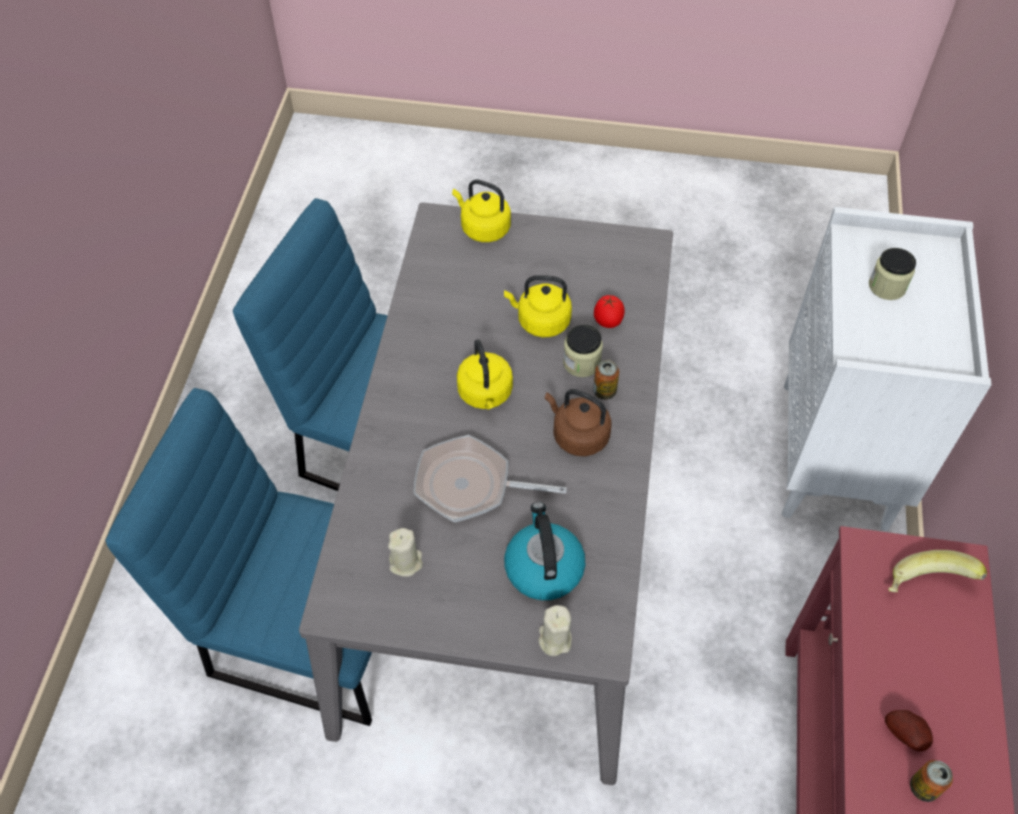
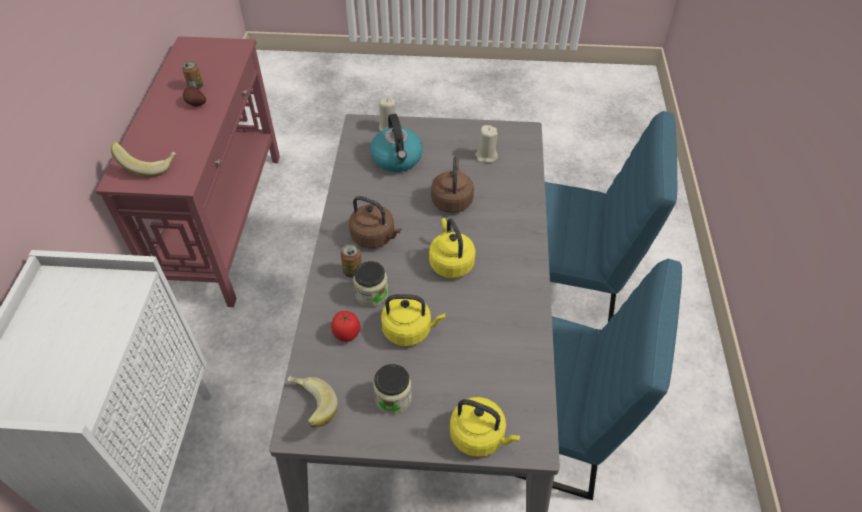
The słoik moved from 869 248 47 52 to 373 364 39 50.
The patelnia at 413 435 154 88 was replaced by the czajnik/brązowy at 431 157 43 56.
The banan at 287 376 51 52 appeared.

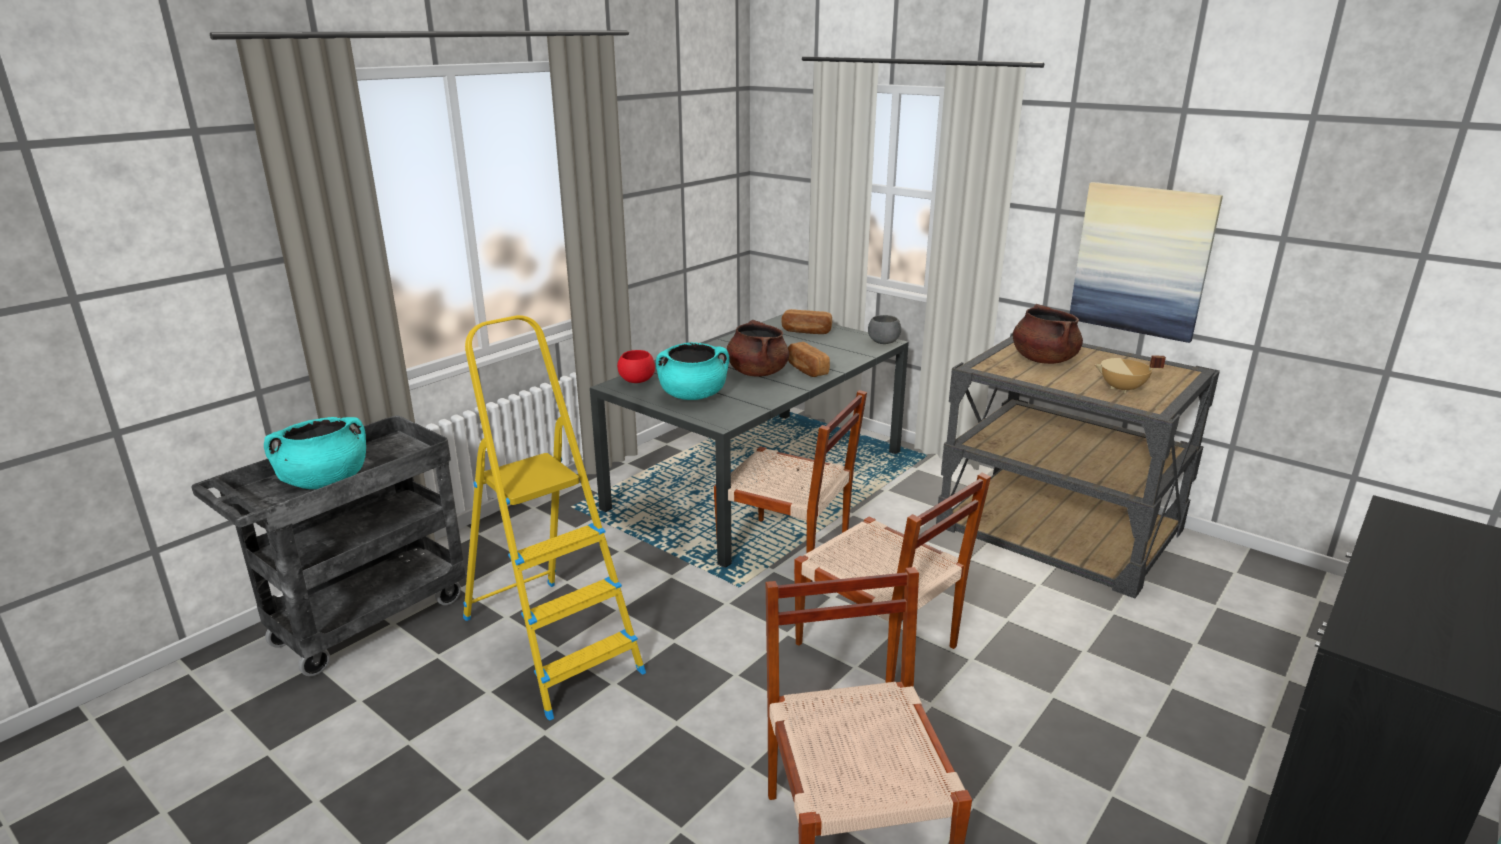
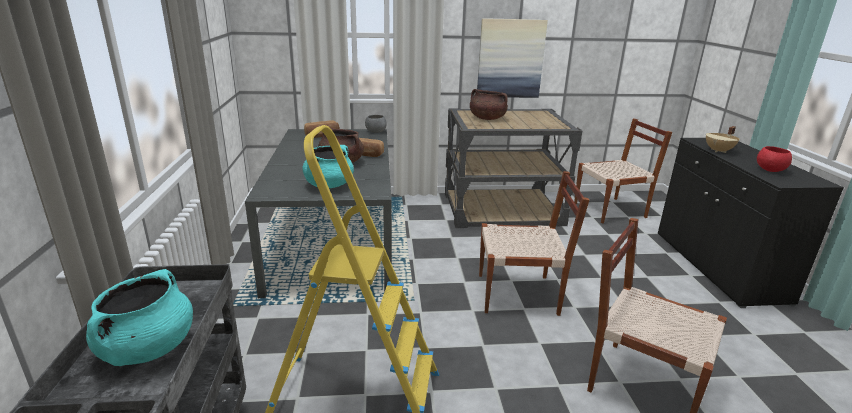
The miska/czerwony moved from 617 350 38 33 to 757 146 35 26.
The garnek/beżowy moved from 1095 355 71 38 to 706 126 33 27.
The krzesło moved from 714 390 153 192 to 574 119 98 104.

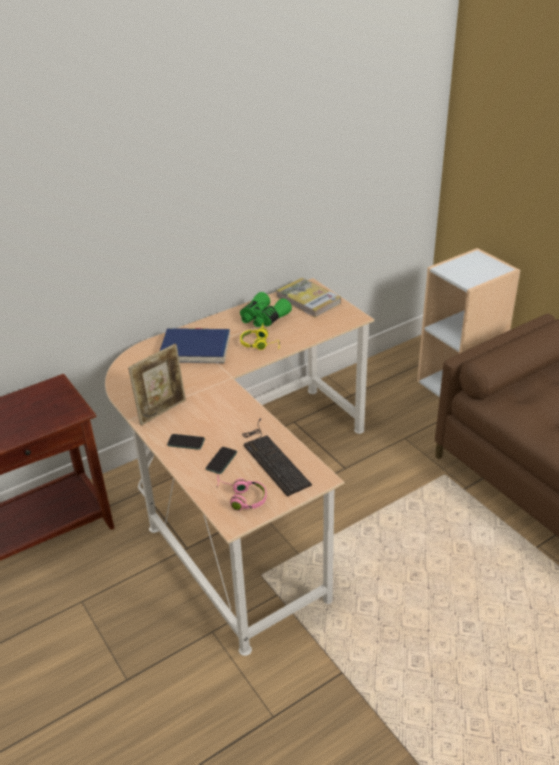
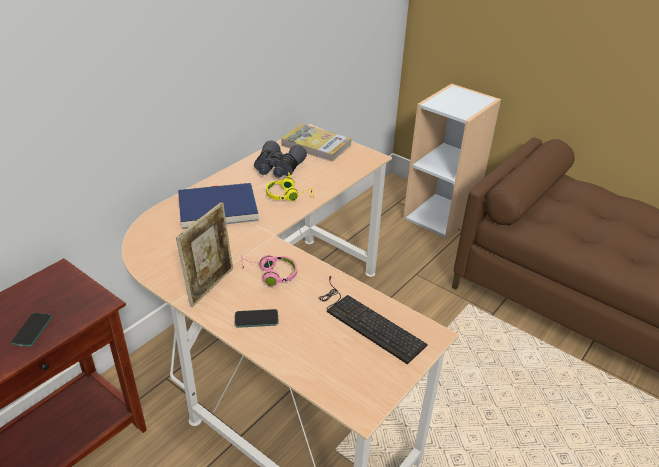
The lornetka/zielony at 240 292 52 35 became the lornetka/szary at 254 140 53 38.
The telefon moved from 206 447 31 27 to 11 313 41 34.
The słuchawki/różowy moved from 216 475 51 36 to 241 255 56 31.

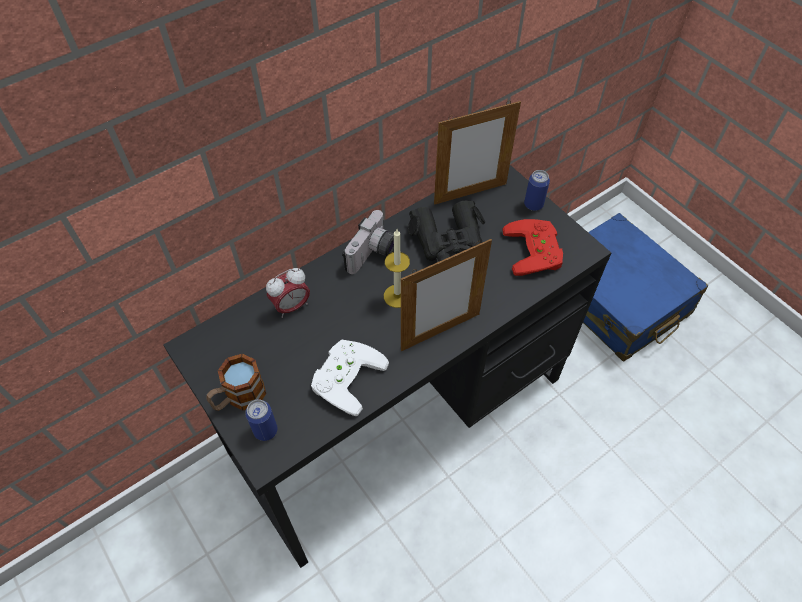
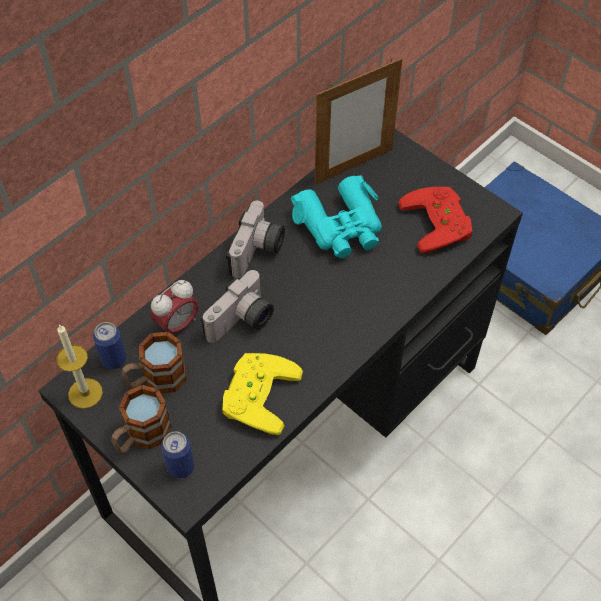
The puszka moved from 524 170 26 41 to 93 322 34 47.
The lornetka/czarny at 408 201 77 61 became the lornetka/turkusowy at 291 175 91 83.
The świeca moved from 384 229 26 79 to 57 324 46 85.
The ramka na zdjęcie at 401 239 91 112 disappeared.
The pad do gier/biały at 311 340 78 76 became the pad do gier/żółty at 222 353 81 82.
The aparat fotograficzny at 201 270 73 73 appeared.
The kubek at 122 332 65 61 appeared.

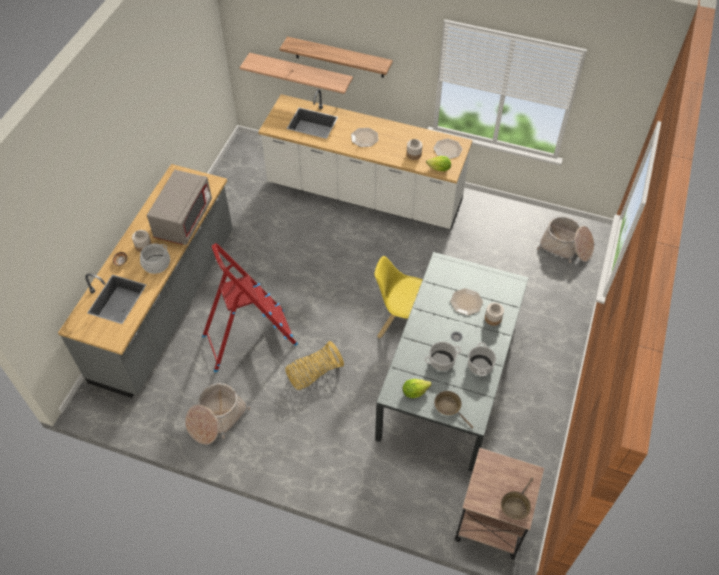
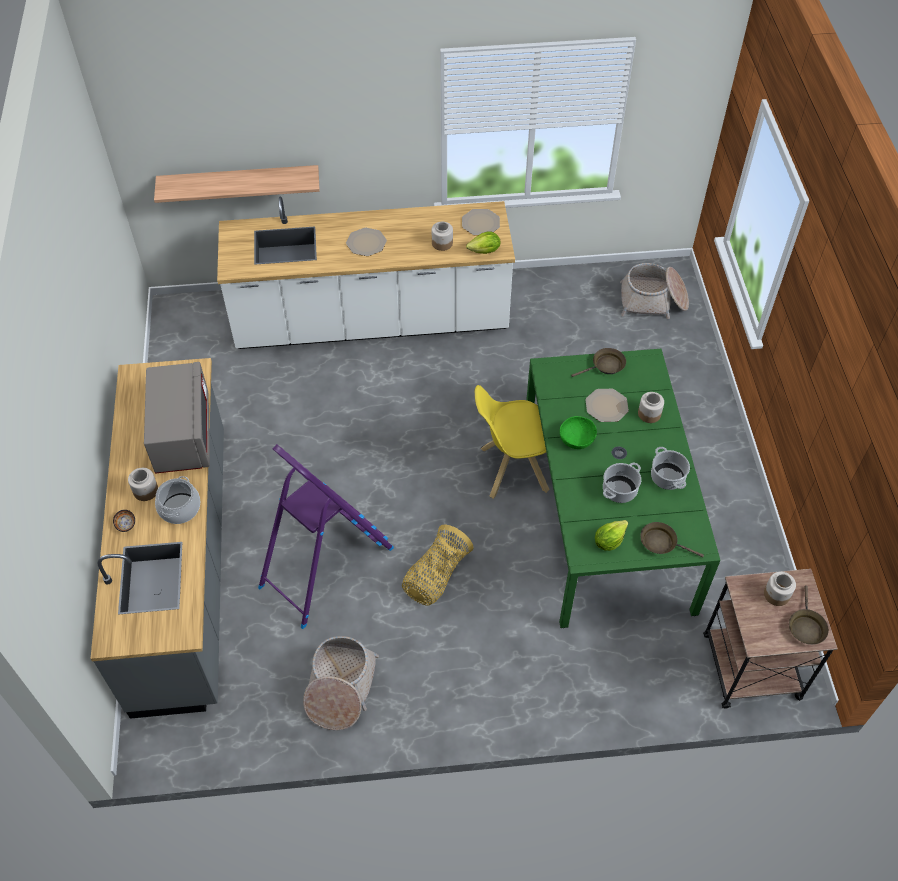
The półka at 280 37 113 41 disappeared.
The drabinka/czerwony at 202 243 96 129 became the drabinka/fioletowy at 258 444 136 185.
The stół jadalny/szary at 375 252 154 220 became the stół jadalny/zielony at 526 349 194 279.
The patelnia/brązowy at 571 348 55 29 appeared.
The miska/zielony at 560 416 37 33 appeared.
The słoik at 764 572 32 34 appeared.

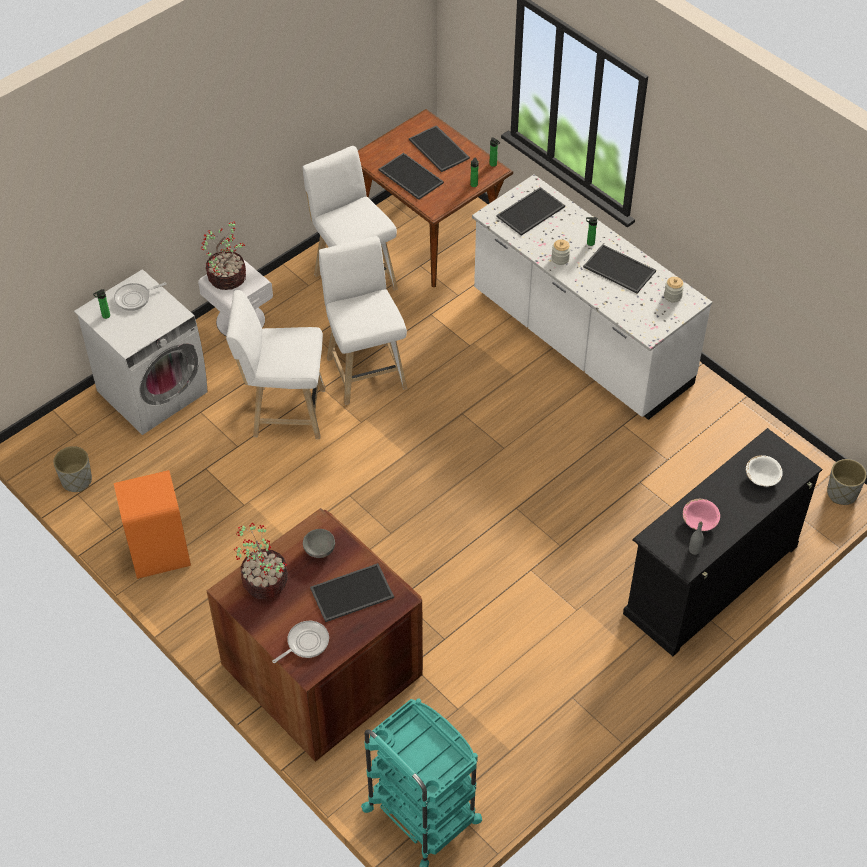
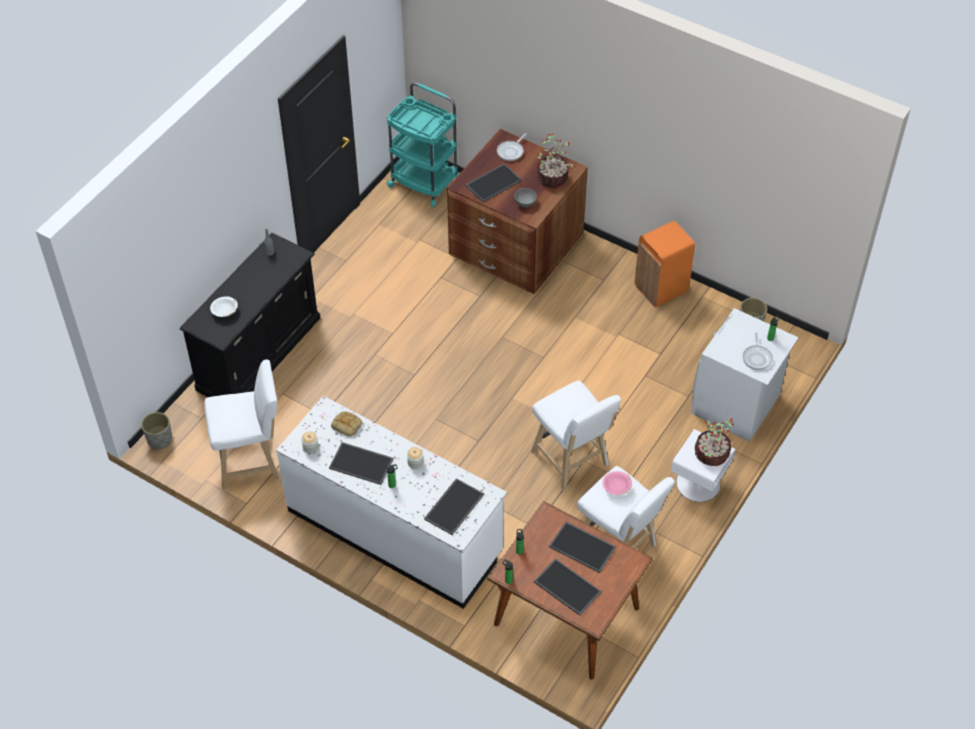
The patelnia at 114 282 52 29 turned 135 degrees clockwise.
The stołek/biały moved from 226 290 99 149 to 204 360 75 130.
The miska/różowy moved from 683 499 37 32 to 602 471 30 24.
The chleb at 331 411 32 26 appeared.

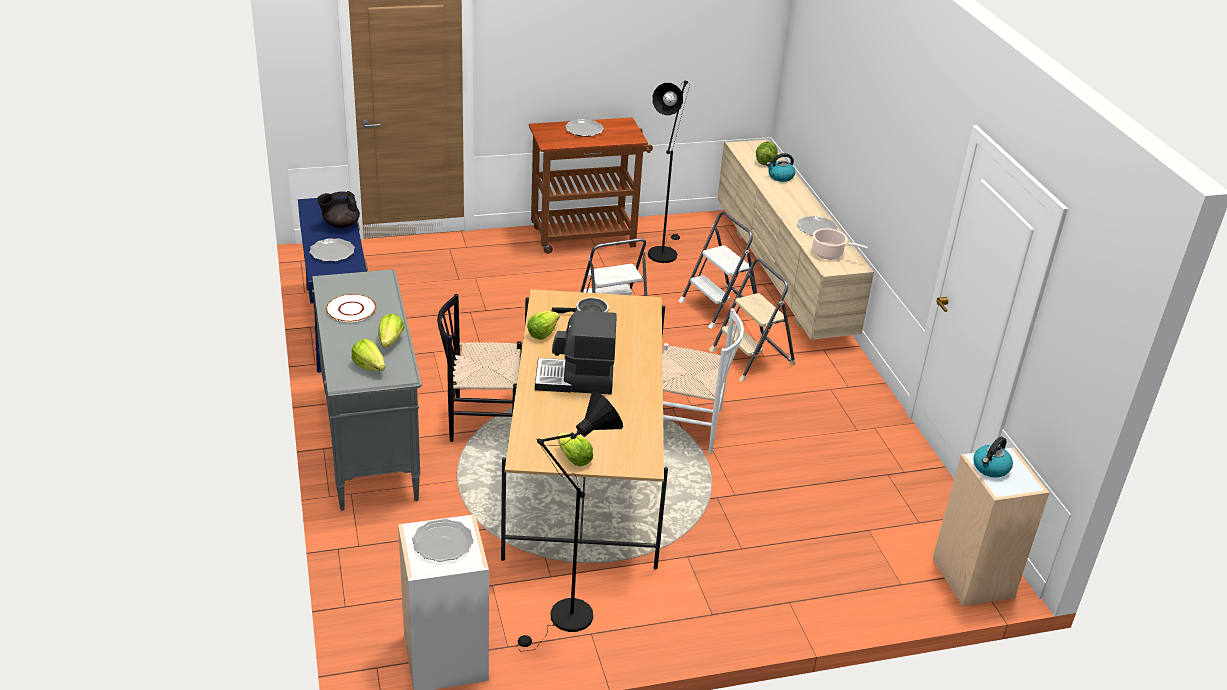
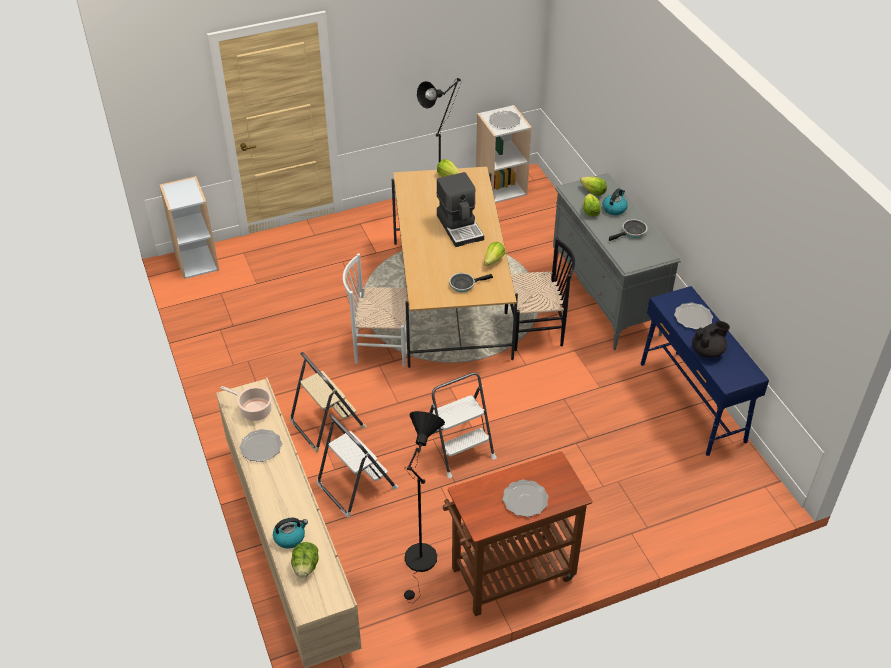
The talerz/biały at 326 294 50 28 was replaced by the patelnia at 609 219 38 22.
The ekspres do kawy at 535 311 82 83 turned 75 degrees clockwise.
The czajnik moved from 973 437 40 41 to 603 188 25 27.

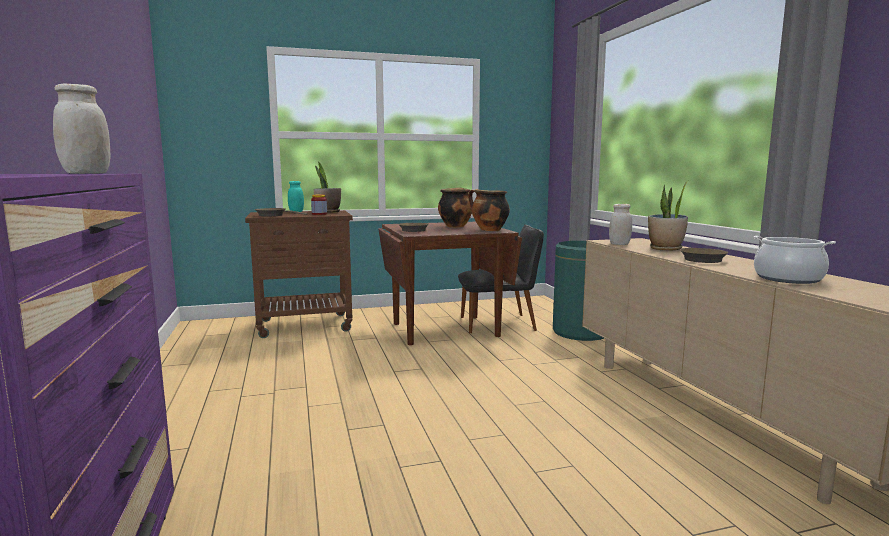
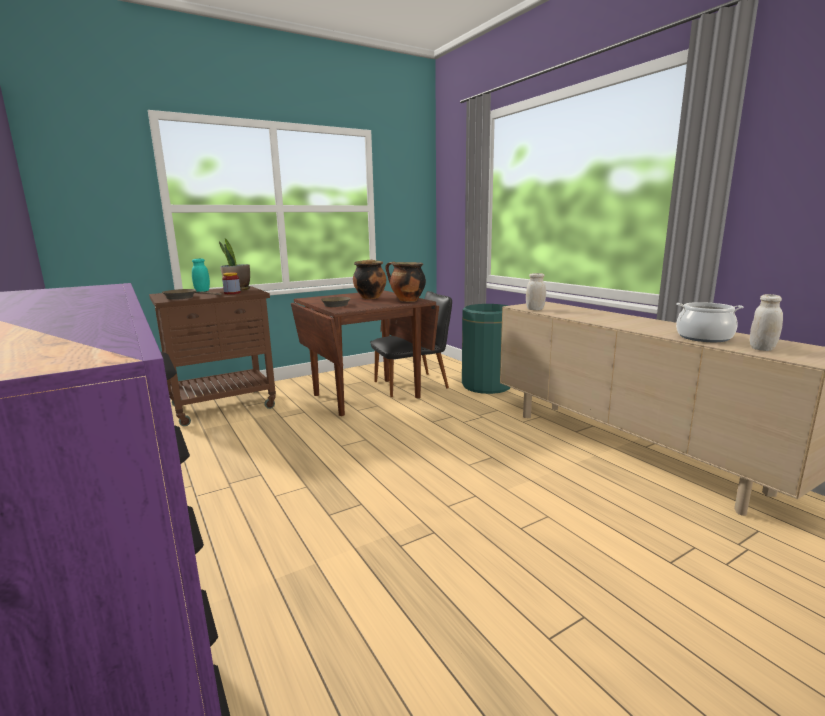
The słoik/biały moved from 53 83 58 91 to 750 294 33 57.
The roślina doniczkowa at 648 180 41 71 disappeared.
The patelnia/brązowy at 680 248 49 15 disappeared.

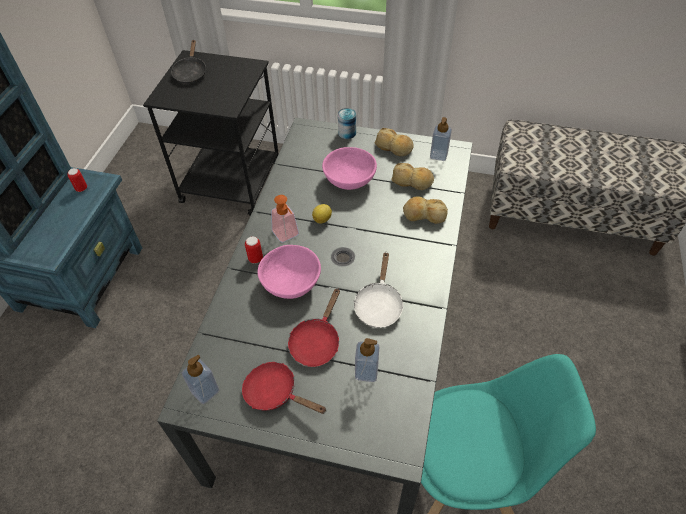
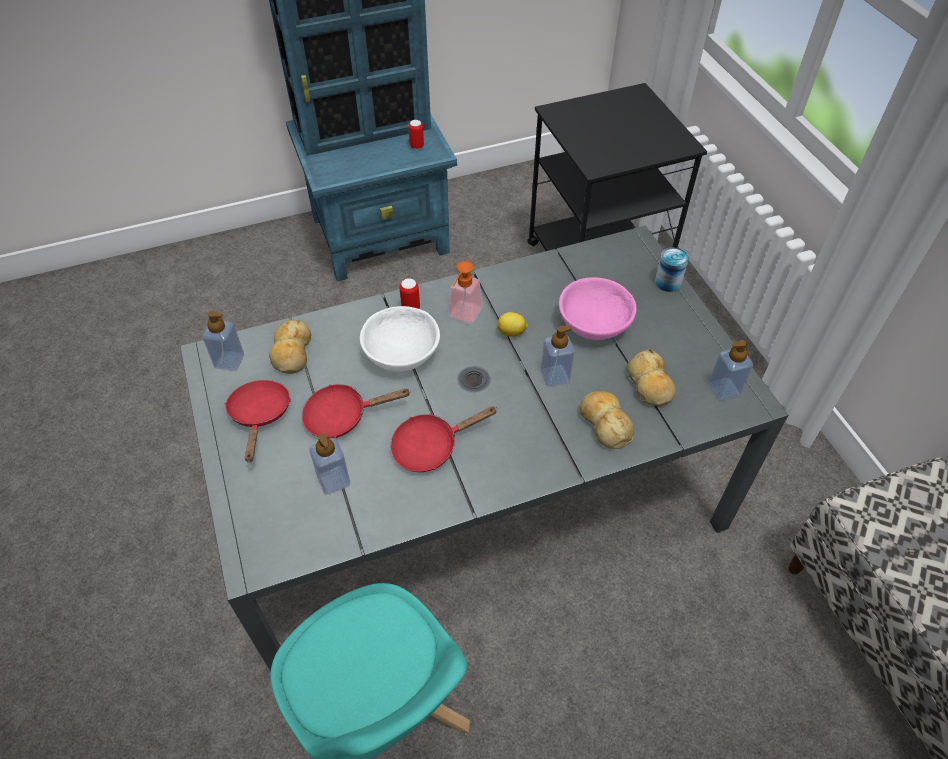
The patelnia/czarny at 171 40 36 44 disappeared.
The chleb moved from 374 128 40 28 to 269 319 42 55.
The miska/różowy at 257 245 64 54 became the miska/biały at 360 306 80 66.
The patelnia/biały at 353 253 51 75 became the patelnia/czerwony at 390 407 107 65.
The dozownik mydła at 541 326 33 60 appeared.

